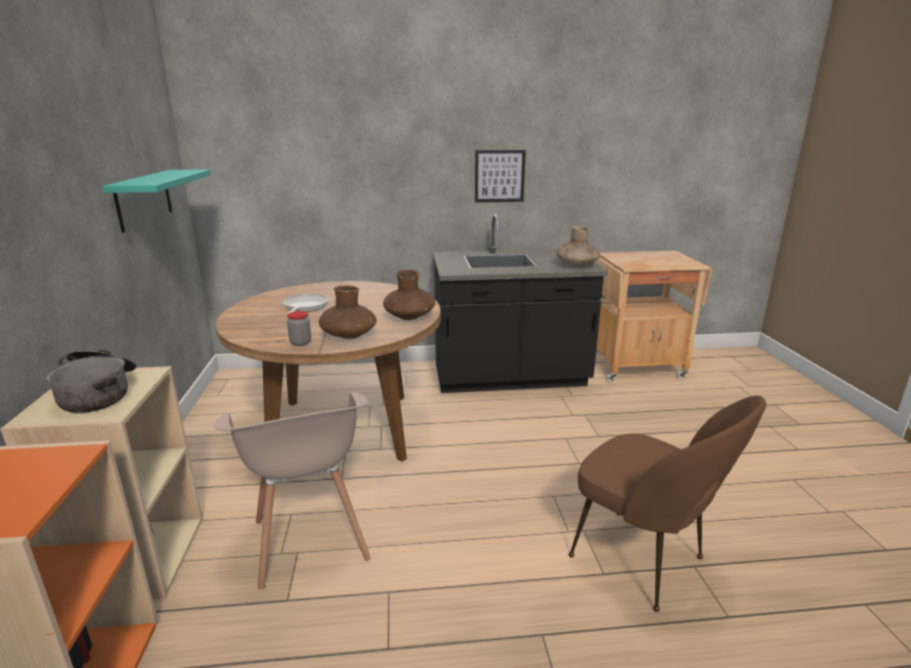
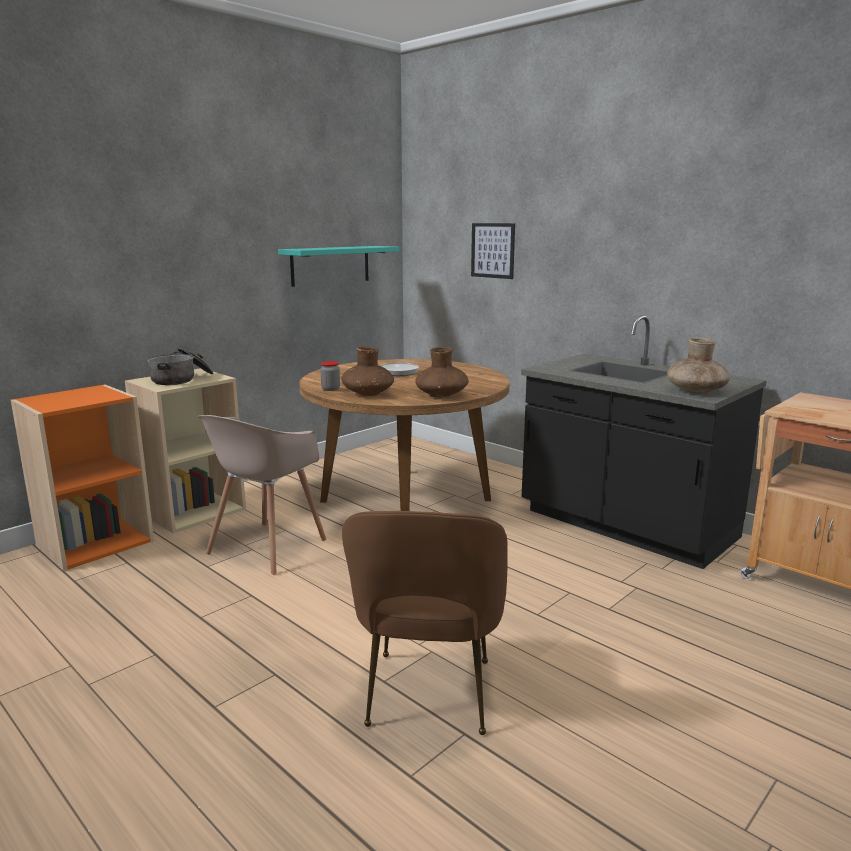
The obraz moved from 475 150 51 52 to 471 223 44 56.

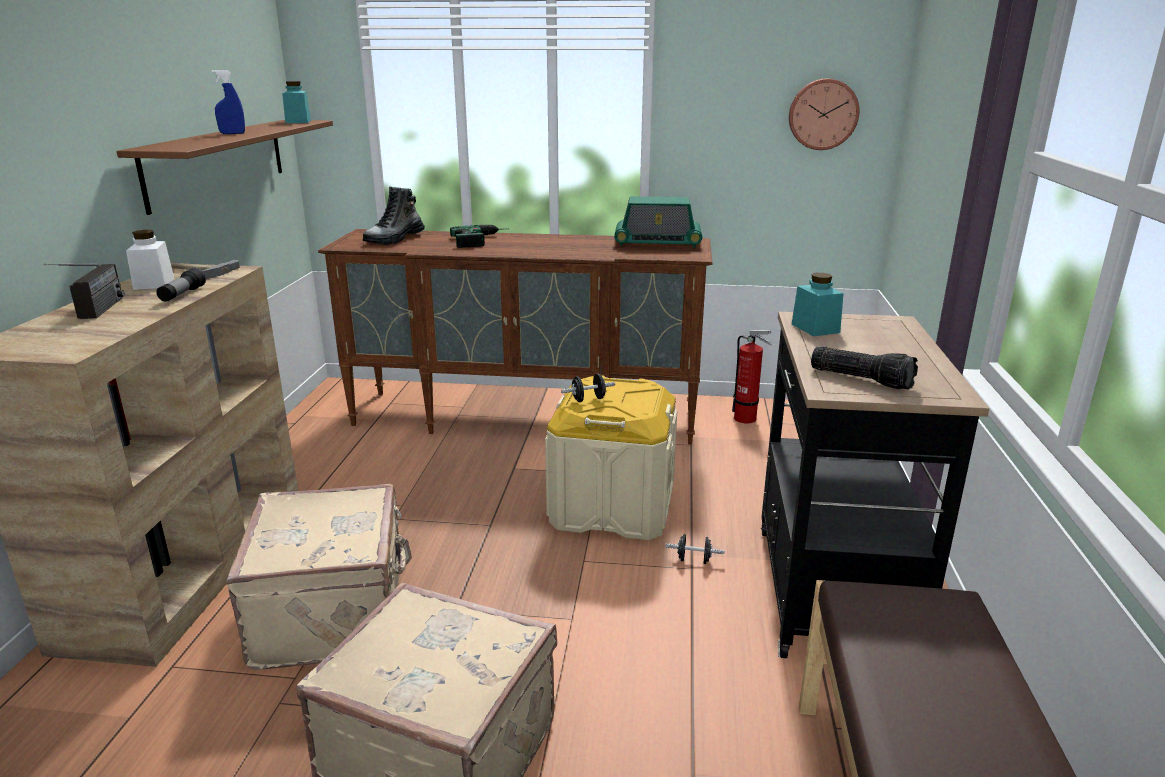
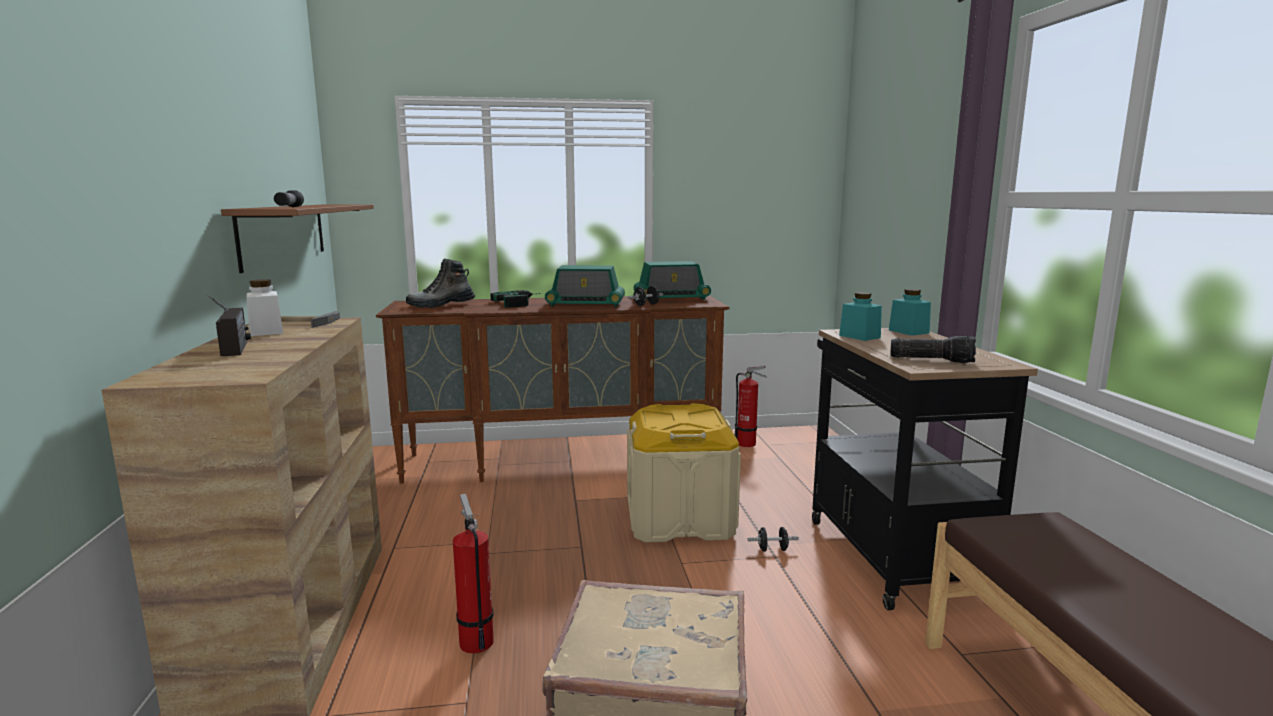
The spryskiwacz/niebieski at 212 70 33 64 disappeared.
The zegar ścienny at 789 79 70 71 disappeared.
The słoik/turkusowy moved from 282 81 29 42 to 889 289 42 47.
The but z cholewką at 363 187 62 58 turned 45 degrees clockwise.
The latarka moved from 156 268 50 34 to 274 190 30 17.
The hantel/czarny moved from 561 373 54 29 to 628 286 35 20.
The walizka/beżowy at 226 484 186 186 was replaced by the gaśnica at 453 494 41 159.
The radio at 545 265 80 42 appeared.

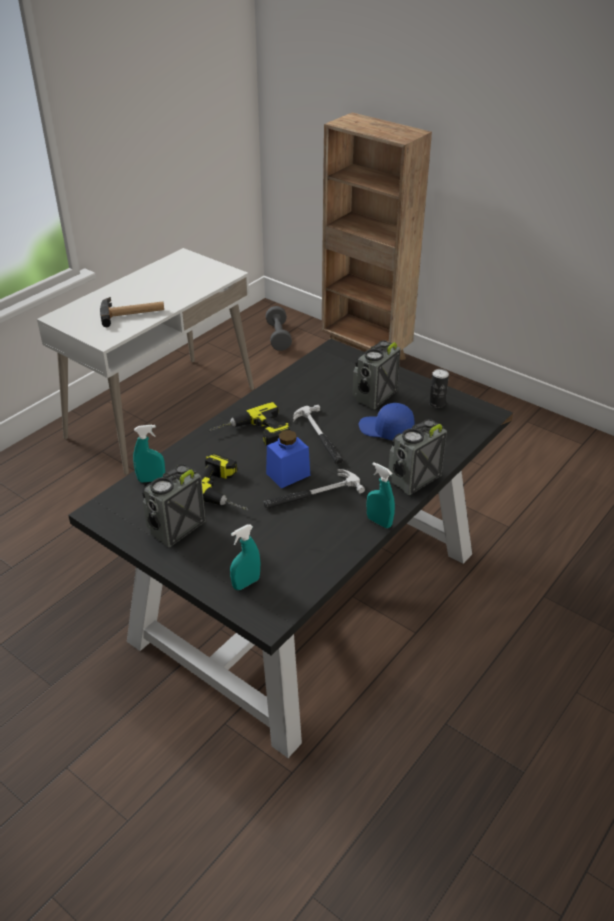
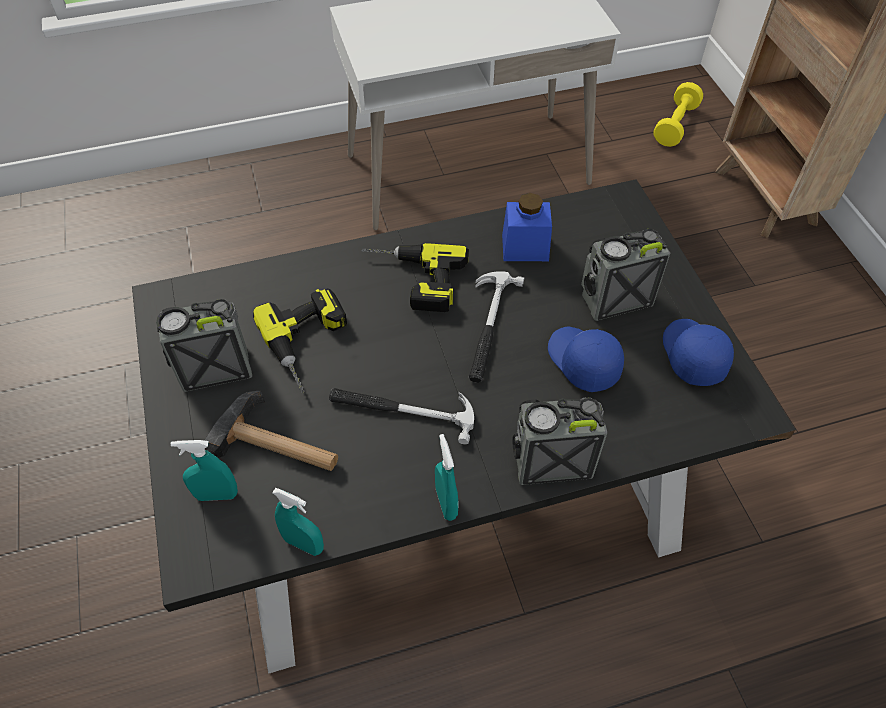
The młotek moved from 100 297 64 30 to 204 391 134 80.
The hantel/szary at 266 306 26 45 became the hantel/żółty at 654 82 49 65.
The puszka at 429 369 20 39 was replaced by the czapka z daszkiem/niebieski at 663 319 71 67.
The spryskiwacz/turkusowy moved from 133 424 32 59 to 272 488 52 68.
The słoik/niebieski moved from 266 430 44 59 to 502 193 50 68.

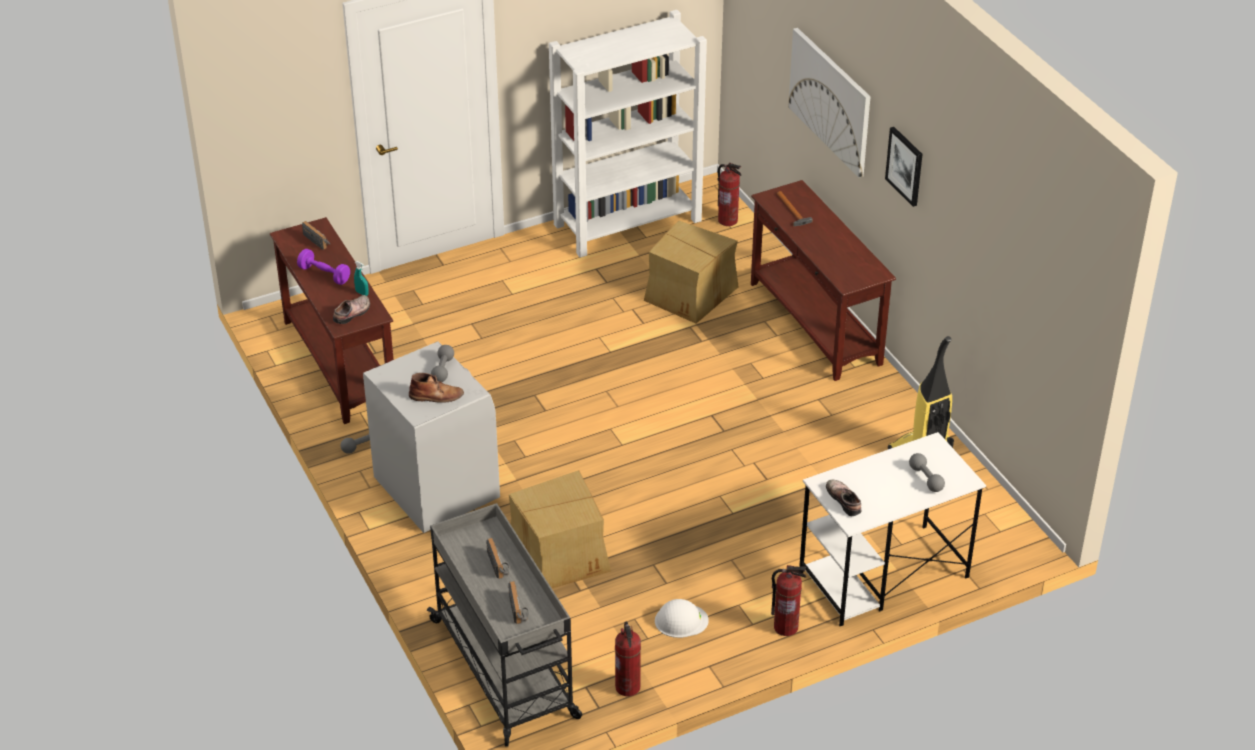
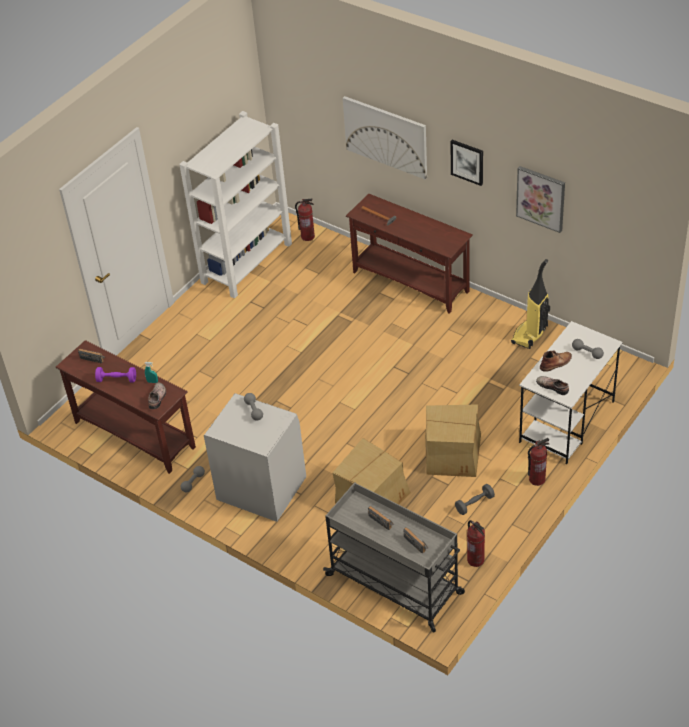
The karton moved from 644 220 95 104 to 425 404 56 73.
The but z cholewką/brązowy moved from 409 373 55 30 to 540 350 32 22.
The kask/biały at 655 599 54 39 was replaced by the hantel/szary at 455 484 40 31.
The obraz at 516 166 49 67 appeared.

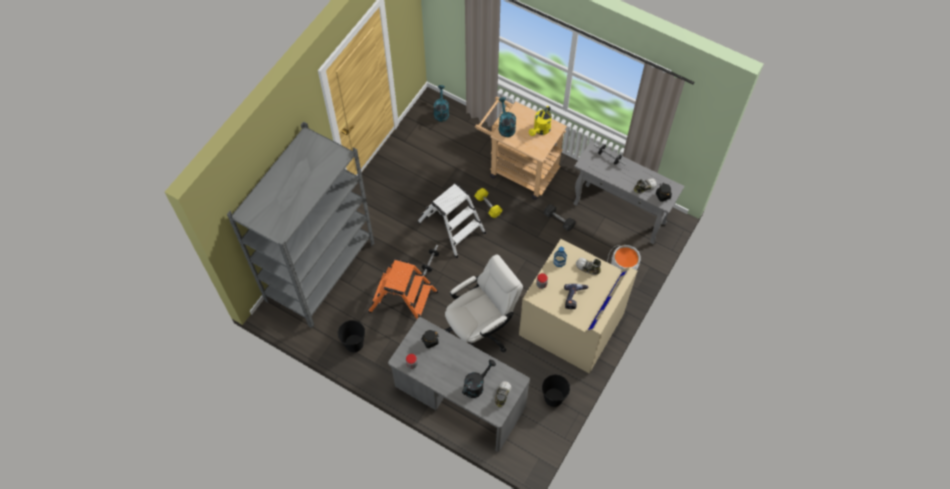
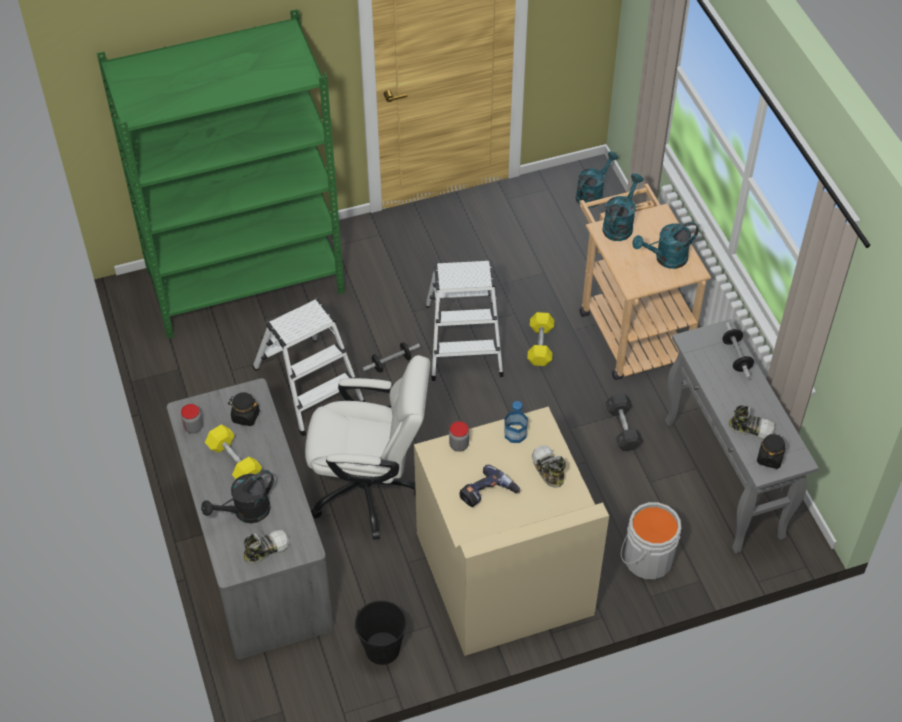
The konewka/żółty at 529 106 23 30 became the konewka/turkusowy at 632 222 66 47.
The regał/szary at 227 121 147 207 became the regał/zielony at 97 9 248 330.
The drabinka/pomarańczowy at 368 258 70 61 became the drabinka/biały at 252 298 113 138.
The wiadro/czarny at 338 320 27 32 disappeared.
The konewka/czarny at 462 360 34 38 turned 150 degrees clockwise.
The hantel/żółty at 205 424 57 55 appeared.

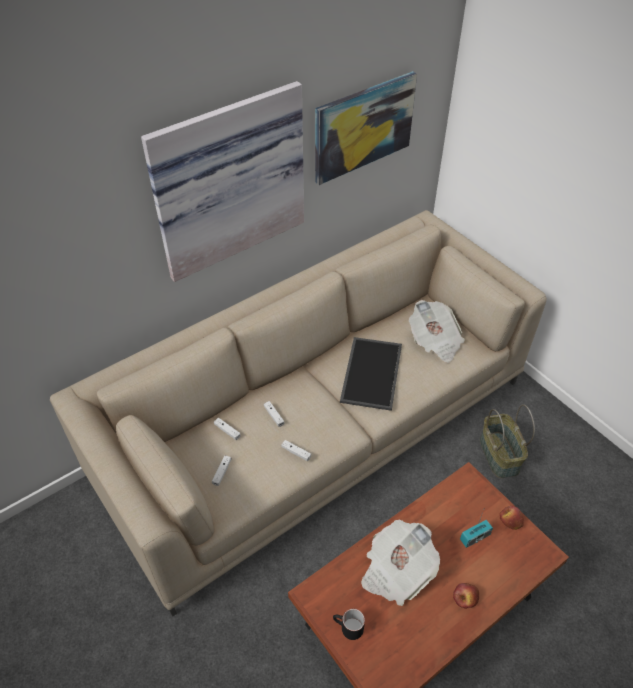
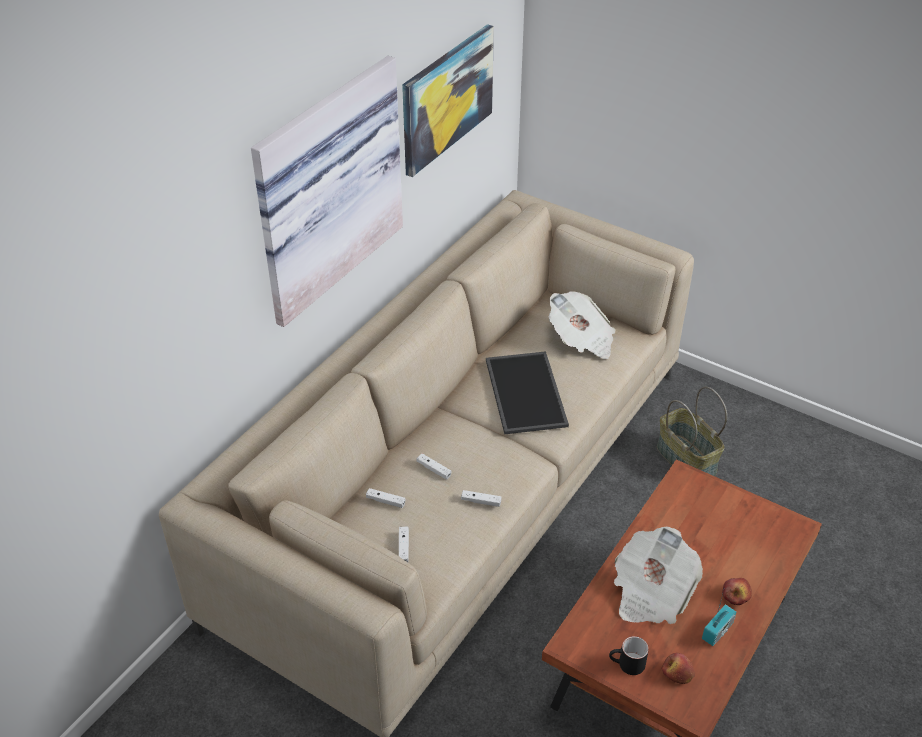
The jabłko moved from 500 506 24 24 to 662 653 33 31.
The radio moved from 460 515 33 33 to 702 591 34 55.

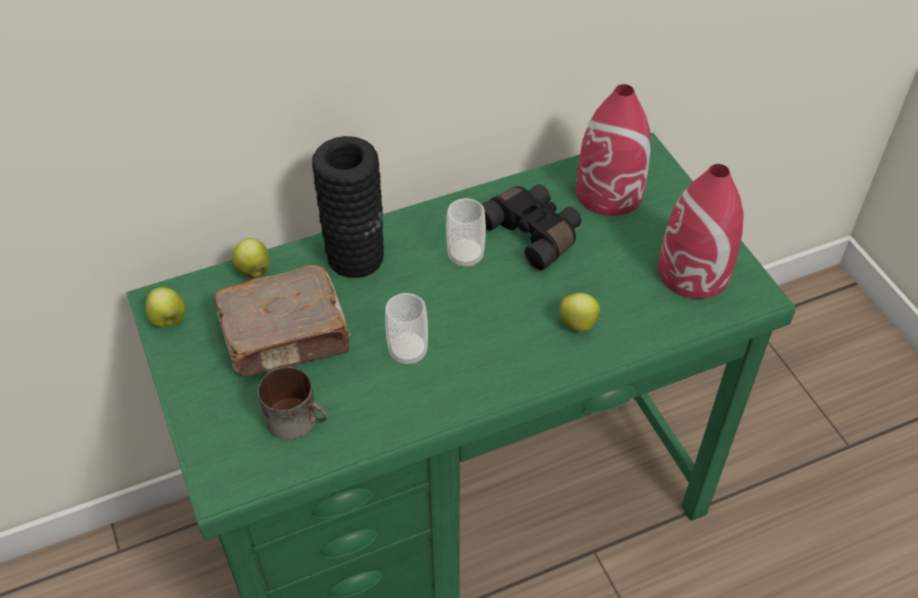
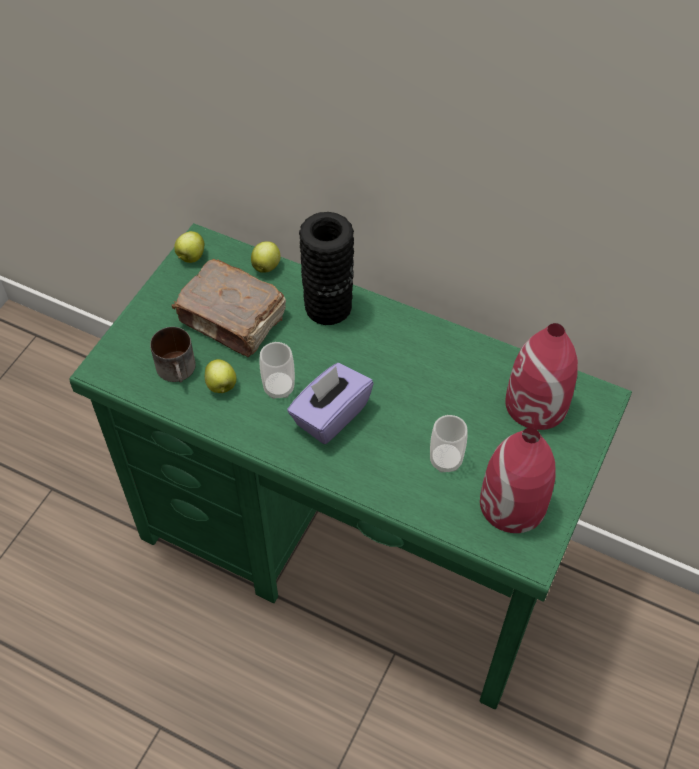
The lornetka/czarny at 482 184 99 87 disappeared.
The filiżanka moved from 446 198 40 69 to 430 415 38 58.
The jabłko moved from 559 293 44 39 to 205 359 31 34.
The pudełko chusteczek/fioletowy at 287 363 87 81 appeared.

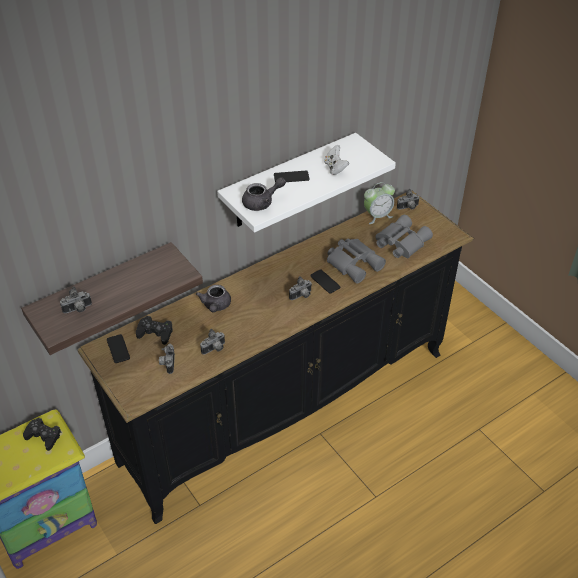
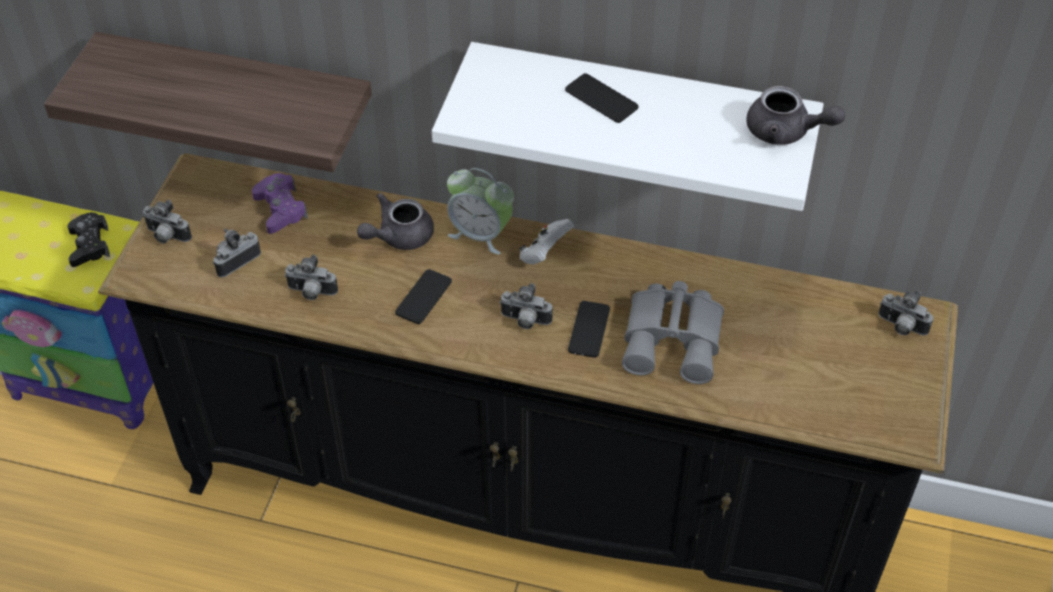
The pad do gier/biały moved from 324 145 25 30 to 519 219 55 46.
The imbryk/szary moved from 242 177 44 34 to 747 86 98 59.
The budzik moved from 364 182 31 42 to 447 168 67 87.
The lornetka/szary at 376 215 57 43 disappeared.
The aparat fotograficzny moved from 60 287 32 26 to 143 200 49 43.
The pad do gier/czarny at 136 316 37 29 became the pad do gier/fioletowy at 252 173 56 61.
The telefon moved from 107 334 23 29 to 395 269 57 55.

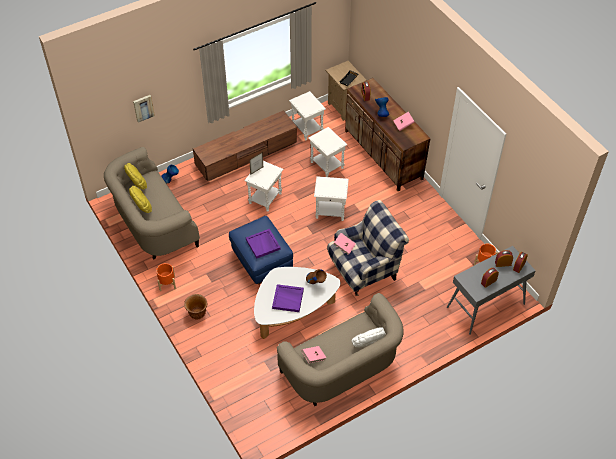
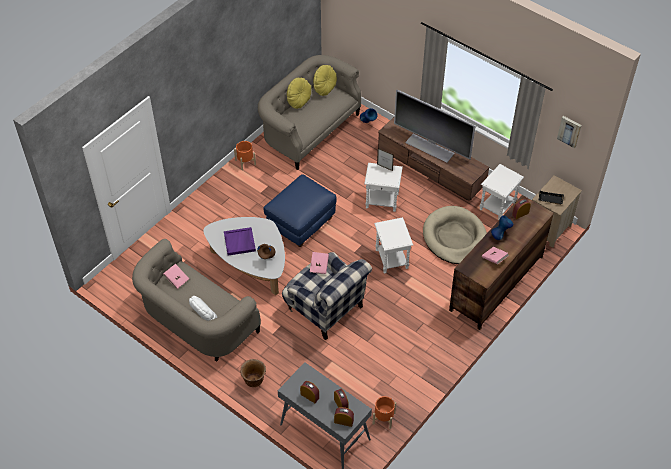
The obraz moved from 133 95 22 28 to 557 116 25 32.
The stolik/biały at 308 127 40 50 was replaced by the legowisko/beżowy at 423 206 64 58.
The taca/fioletowy at 246 229 35 30 disappeared.
The donica/brązowy moved from 184 294 24 25 to 240 359 26 28.
The telewizor at 394 90 81 73 appeared.

